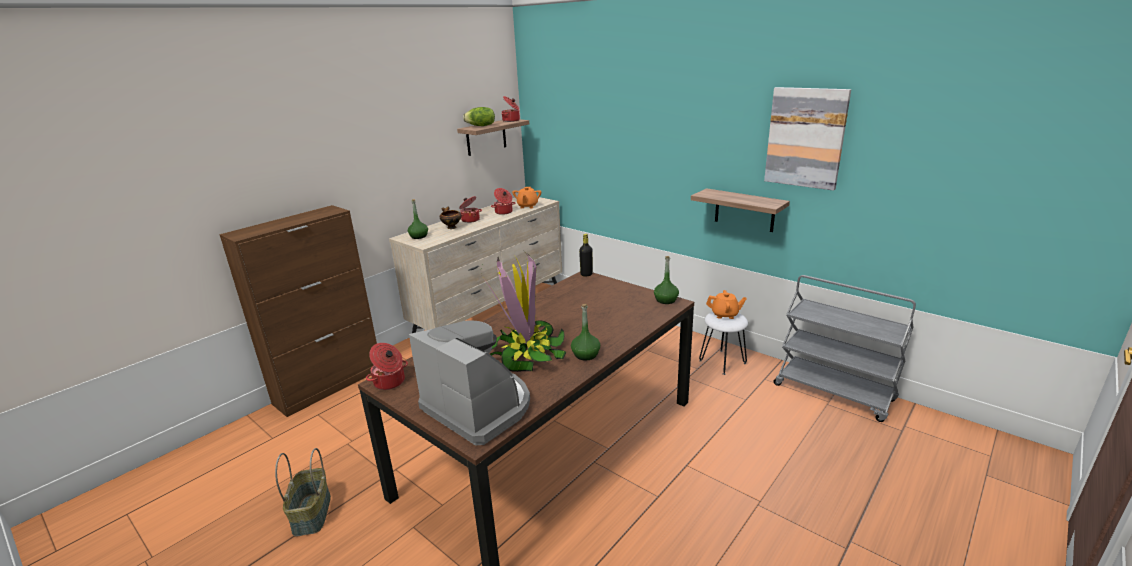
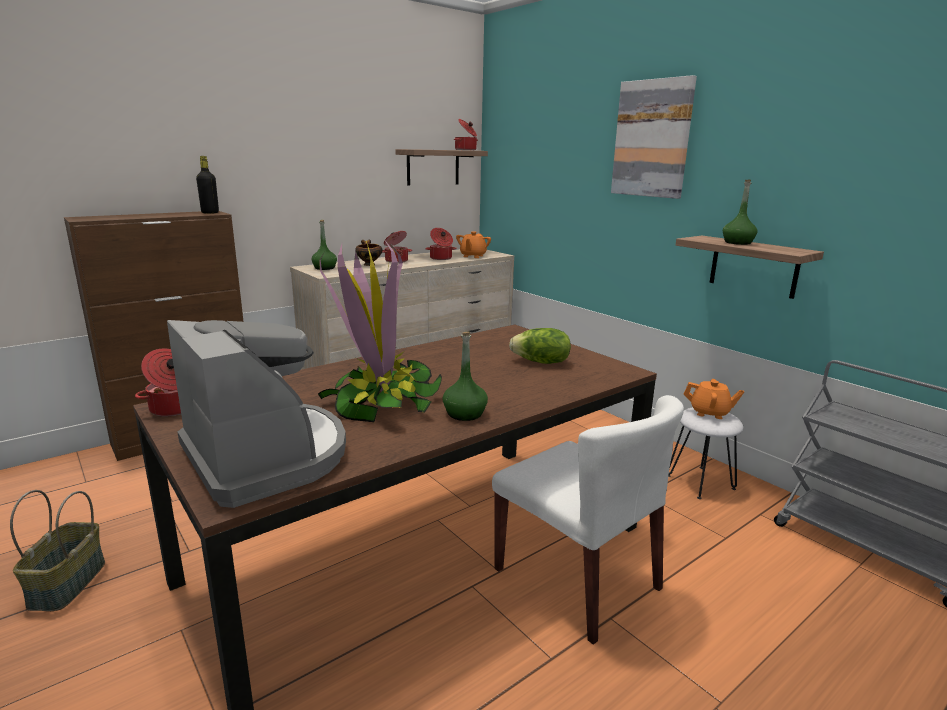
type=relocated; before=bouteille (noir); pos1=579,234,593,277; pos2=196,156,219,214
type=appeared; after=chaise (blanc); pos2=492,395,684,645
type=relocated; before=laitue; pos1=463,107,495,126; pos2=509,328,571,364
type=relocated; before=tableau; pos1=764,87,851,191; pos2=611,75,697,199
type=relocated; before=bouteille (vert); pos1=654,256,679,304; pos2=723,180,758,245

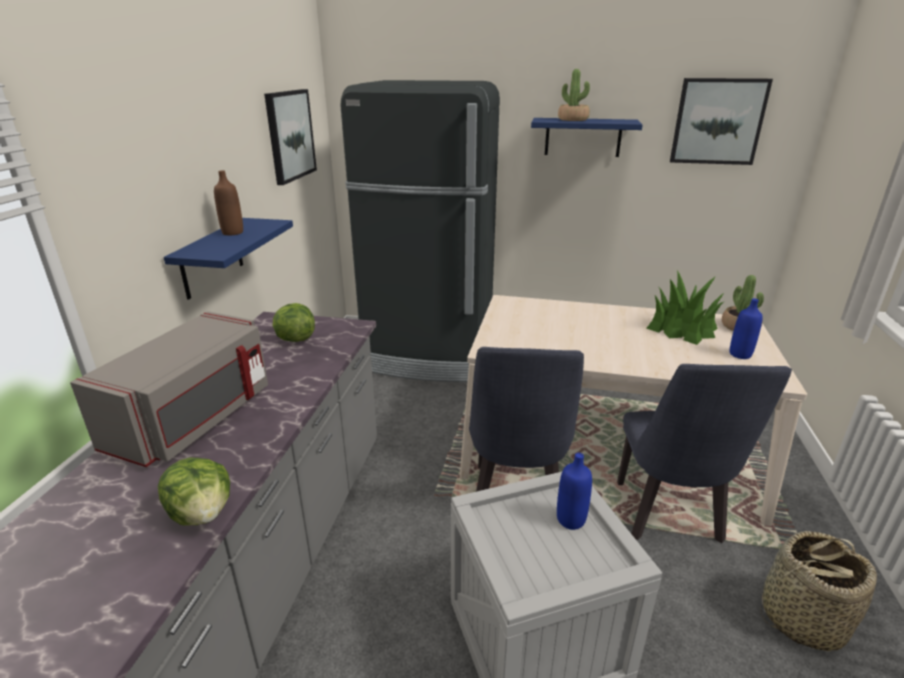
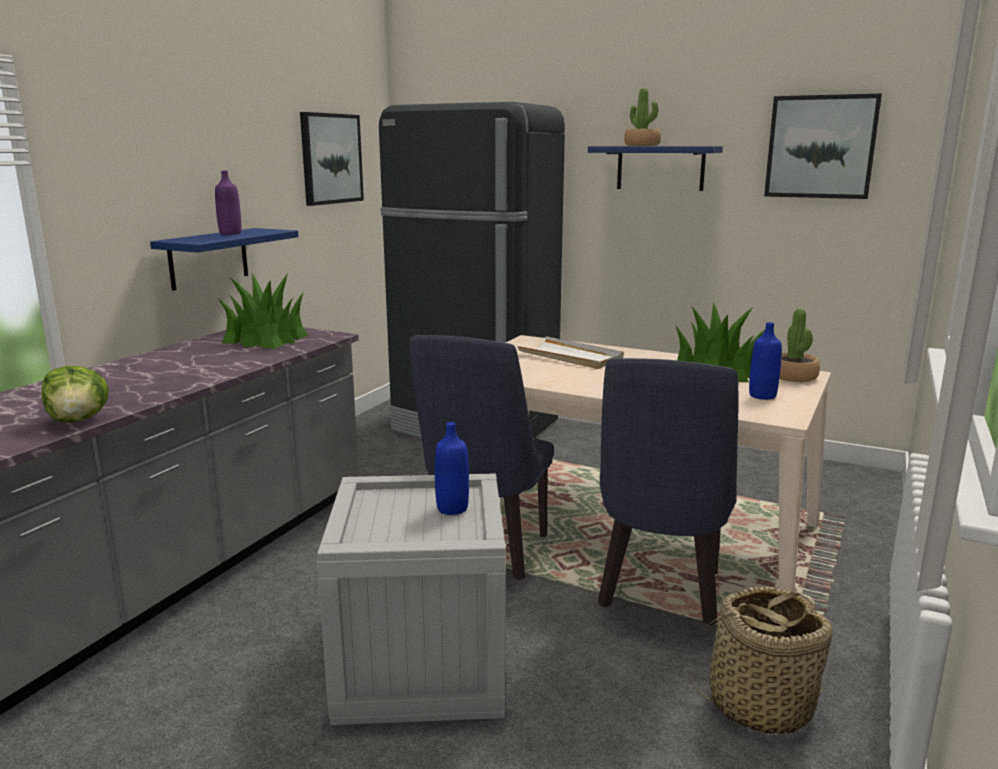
type=colour; before=bouteille (marron); after=bouteille (violet); pos1=214,170,243,235; pos2=215,171,241,235
type=exchanged; before=laitue; after=plante en pot; pos1=273,303,315,342; pos2=218,273,309,349
type=appeared; after=plateau (blanc); pos2=517,336,624,369
type=missing; before=micro-ondes (gris); pos1=70,311,268,467

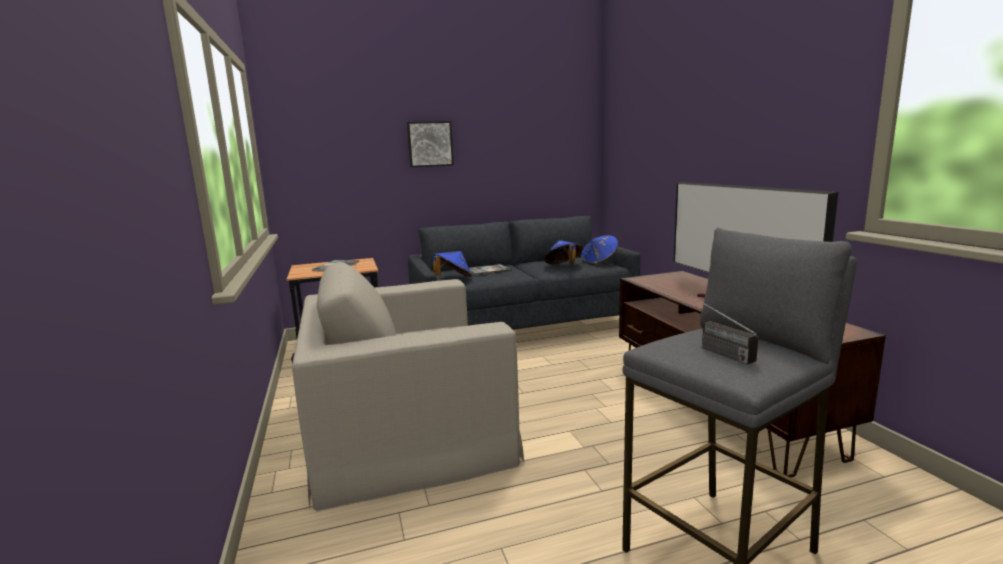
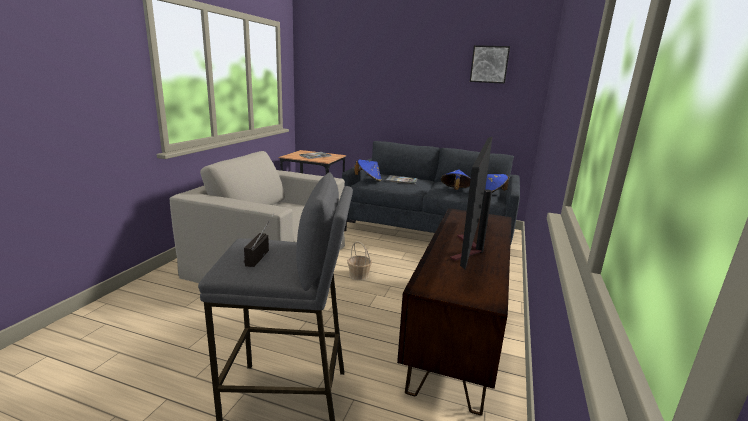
type=appeared; after=panier; pos2=347,241,372,280
type=relocated; before=tableau; pos1=407,121,454,167; pos2=470,45,510,84

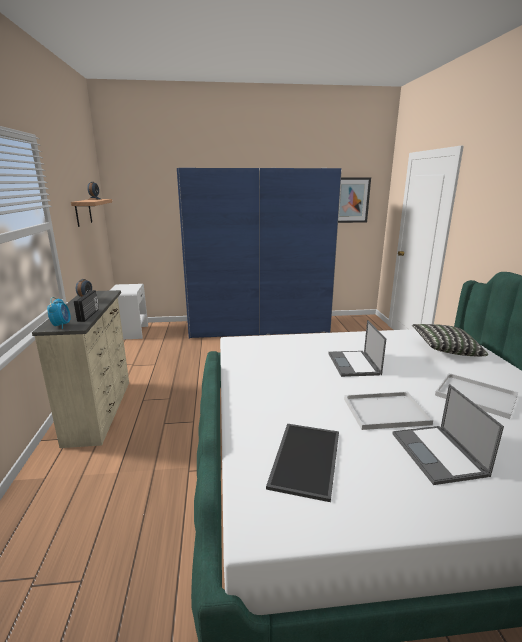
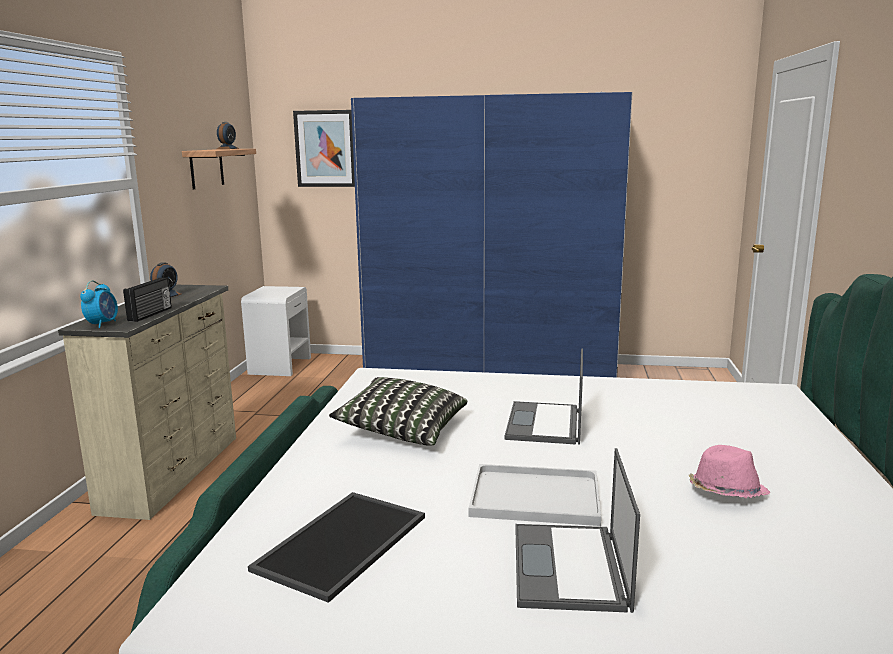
type=relocated; before=tableau; pos1=338,177,371,223; pos2=293,110,355,187
type=relocated; before=coussin; pos1=412,324,488,357; pos2=329,377,467,446
type=exchanged; before=plateau (blanc); after=chapeau (rose); pos1=435,373,518,419; pos2=688,445,770,498

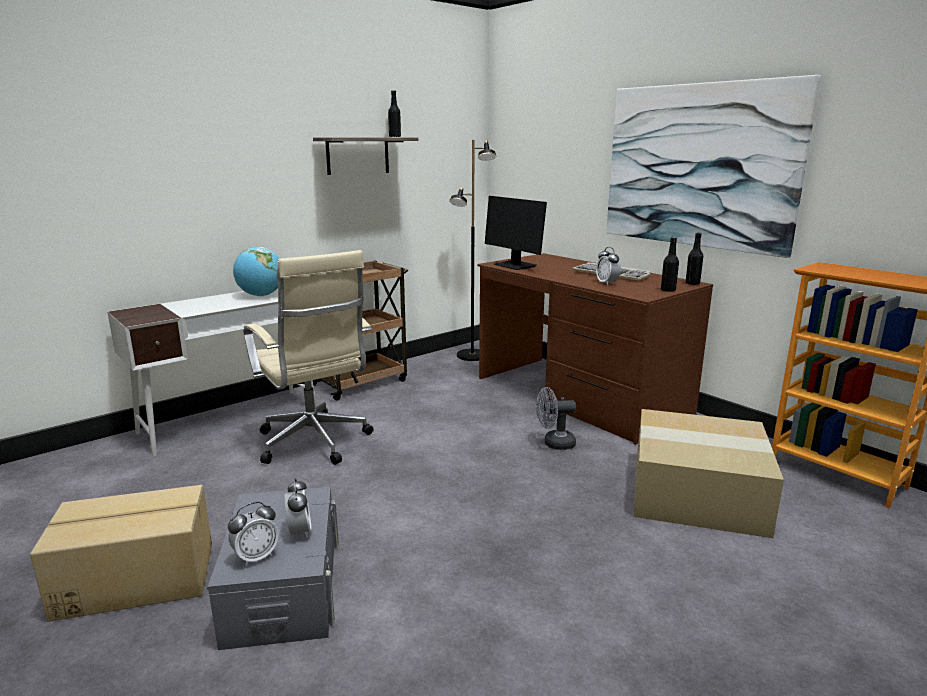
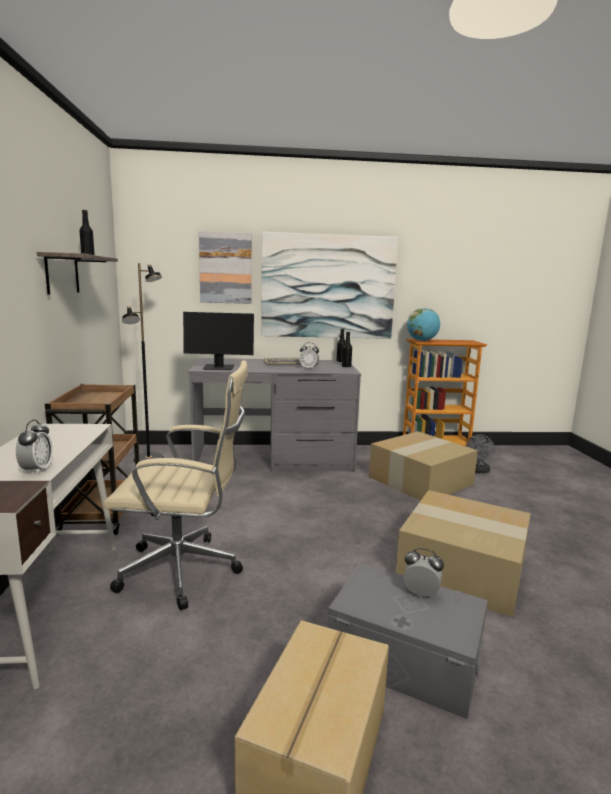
type=relocated; before=réveil; pos1=228,502,279,566; pos2=16,419,53,475
type=colour; before=bureau (marron); after=bureau (gris); pos1=477,253,713,445; pos2=188,358,361,472
type=appeared; after=tableau; pos2=199,231,252,304
type=appeared; after=carton; pos2=396,490,531,617
type=relocated; before=globe; pos1=233,247,280,296; pos2=407,308,440,341
type=relocated; before=ventilateur (gris); pos1=536,387,576,450; pos2=466,434,495,473

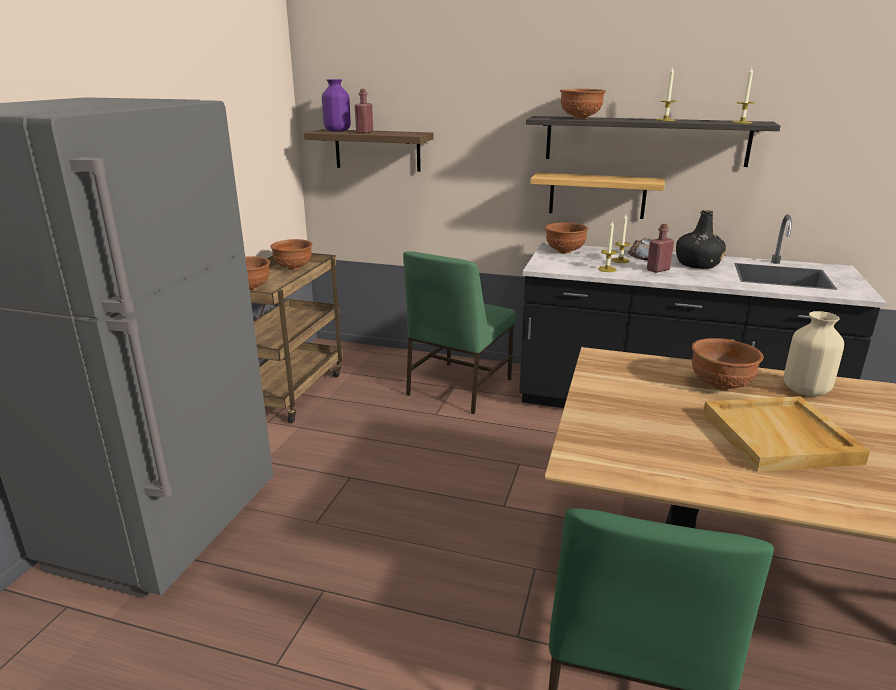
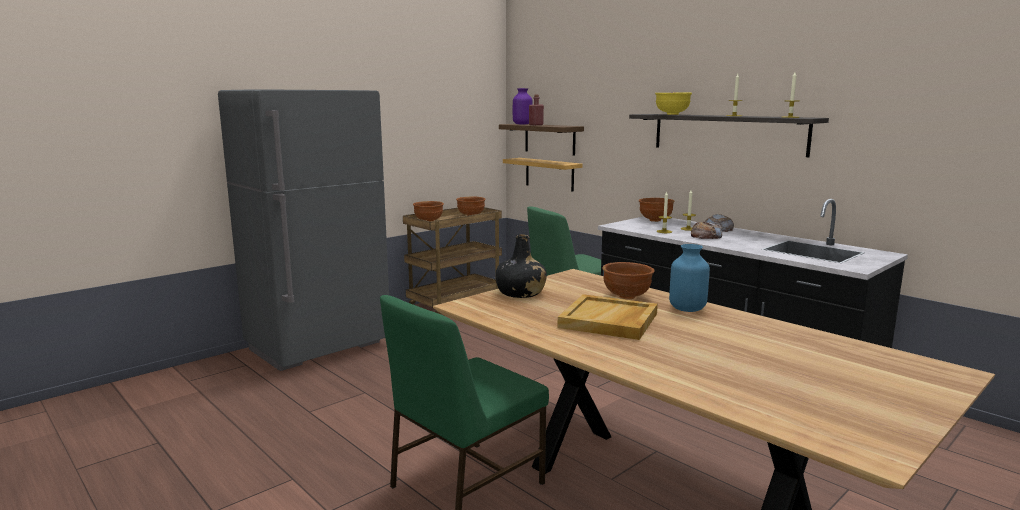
type=relocated; before=bouteille (noir); pos1=676,210,726,269; pos2=496,234,547,298
type=relocated; before=étagère; pos1=530,172,665,219; pos2=503,158,582,192
type=colour; before=bol (marron); after=bol (jaune); pos1=560,89,606,119; pos2=655,93,692,115
type=colour; before=vase (beige); after=vase (bleu); pos1=784,311,844,396; pos2=669,244,710,312
type=exchanged; before=bouteille (rouge); after=pain; pos1=647,224,674,273; pos2=691,221,722,239

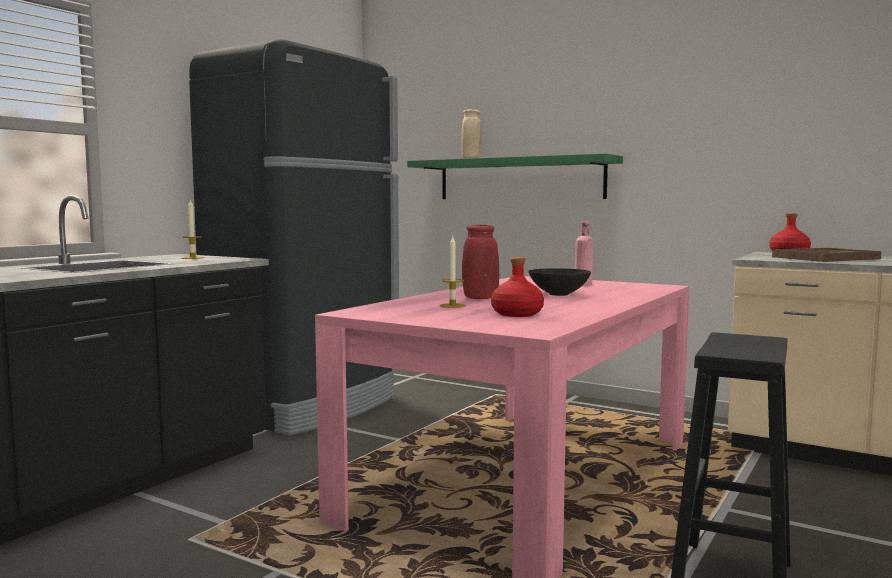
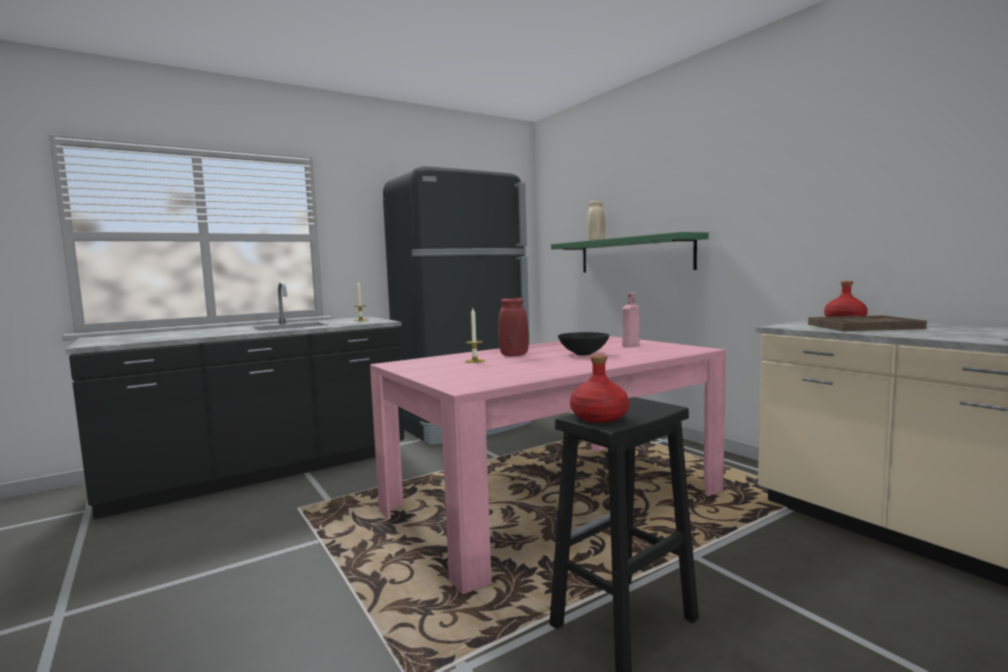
type=relocated; before=bouteille (rouge); pos1=491,257,544,317; pos2=570,354,629,423

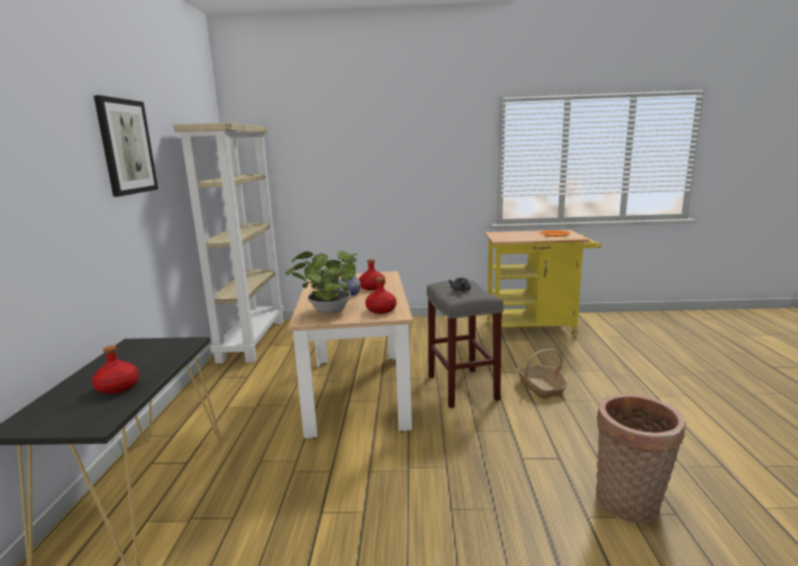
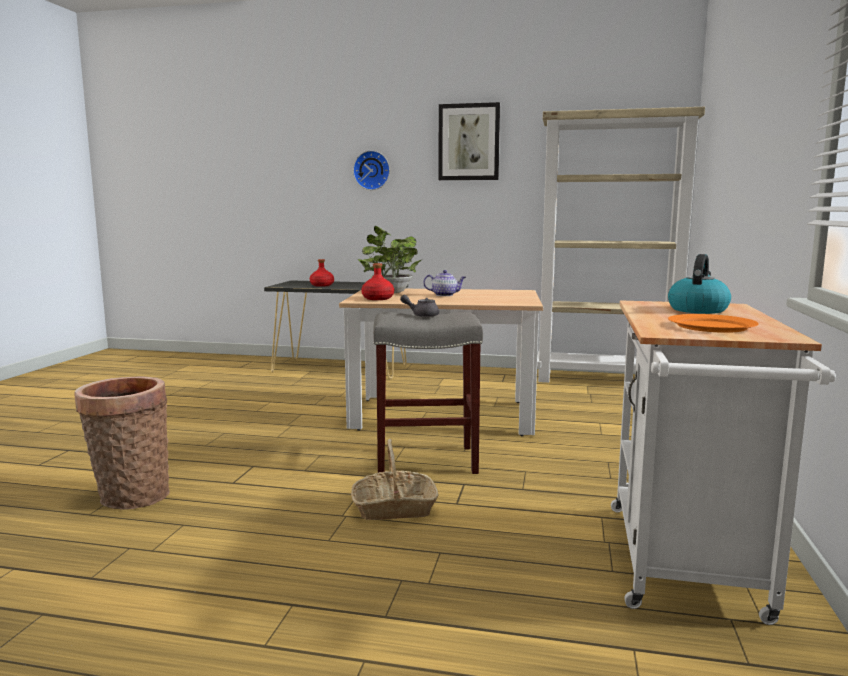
type=appeared; after=horloge murale; pos2=353,150,390,190
type=colour; before=chariot (jaune); after=chariot (blanc); pos1=485,230,601,337; pos2=611,300,836,625
type=appeared; after=bouilloire; pos2=668,254,731,314
type=missing; before=bouteille (rouge); pos1=359,259,385,290

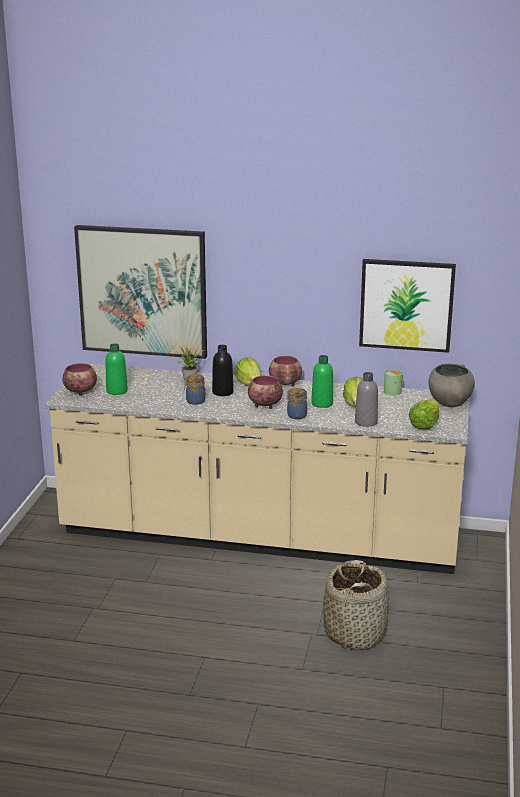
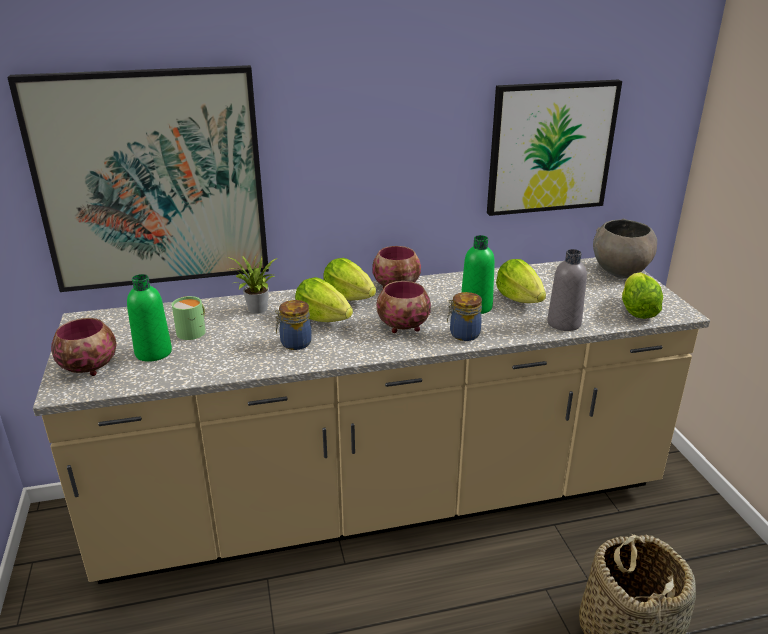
type=relocated; before=mug (vert); pos1=384,369,404,396; pos2=172,296,206,340
type=exchanged; before=bouteille (noir); after=laitue; pos1=212,345,234,396; pos2=295,277,353,322

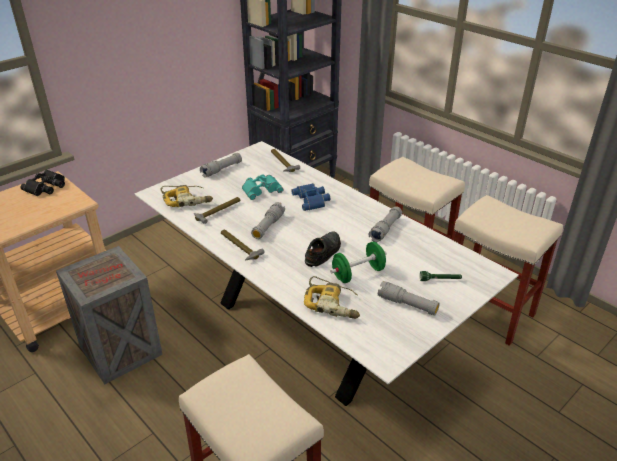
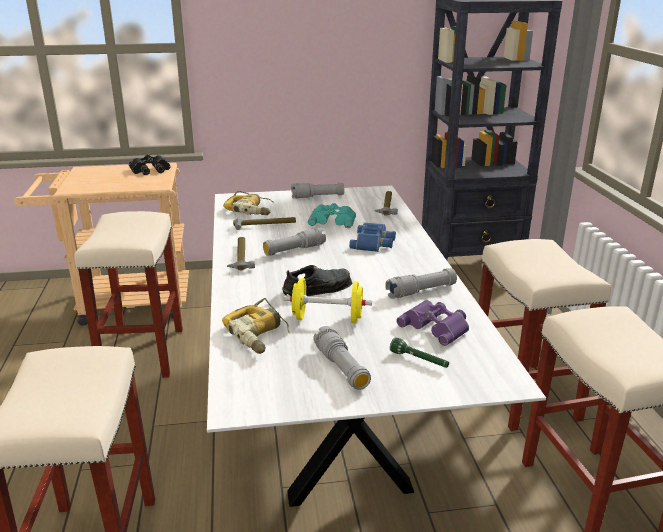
type=exchanged; before=caisse; after=tabouret (beige); pos1=56,246,163,385; pos2=75,211,183,378
type=colour; before=haltère (vert); after=haltère (jaune); pos1=330,242,387,283; pos2=284,278,372,323
type=appeared; after=jumelles (violet); pos2=396,300,469,346

